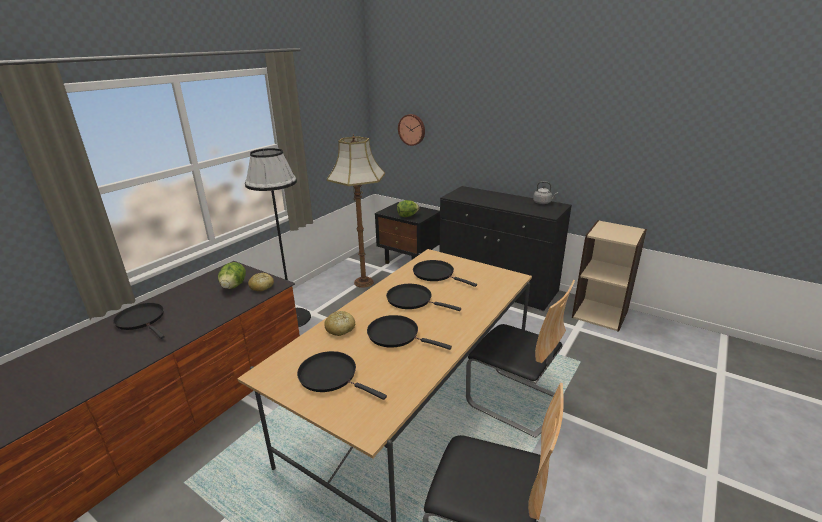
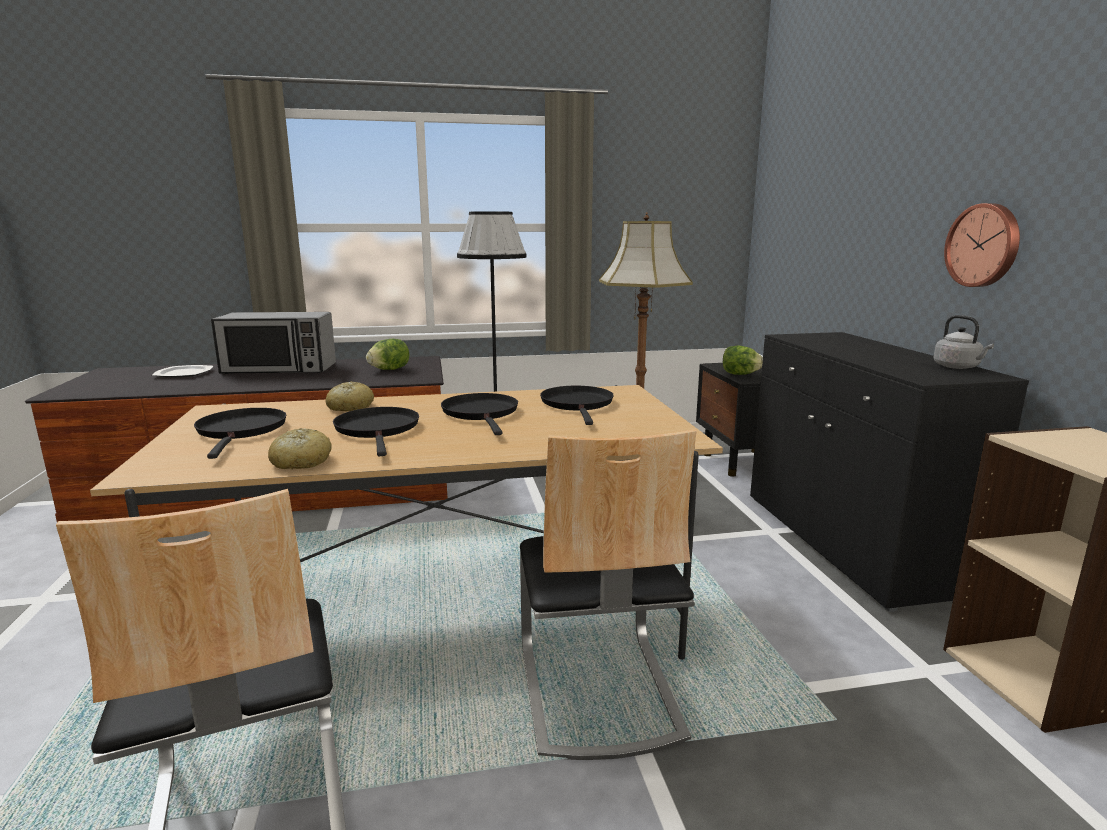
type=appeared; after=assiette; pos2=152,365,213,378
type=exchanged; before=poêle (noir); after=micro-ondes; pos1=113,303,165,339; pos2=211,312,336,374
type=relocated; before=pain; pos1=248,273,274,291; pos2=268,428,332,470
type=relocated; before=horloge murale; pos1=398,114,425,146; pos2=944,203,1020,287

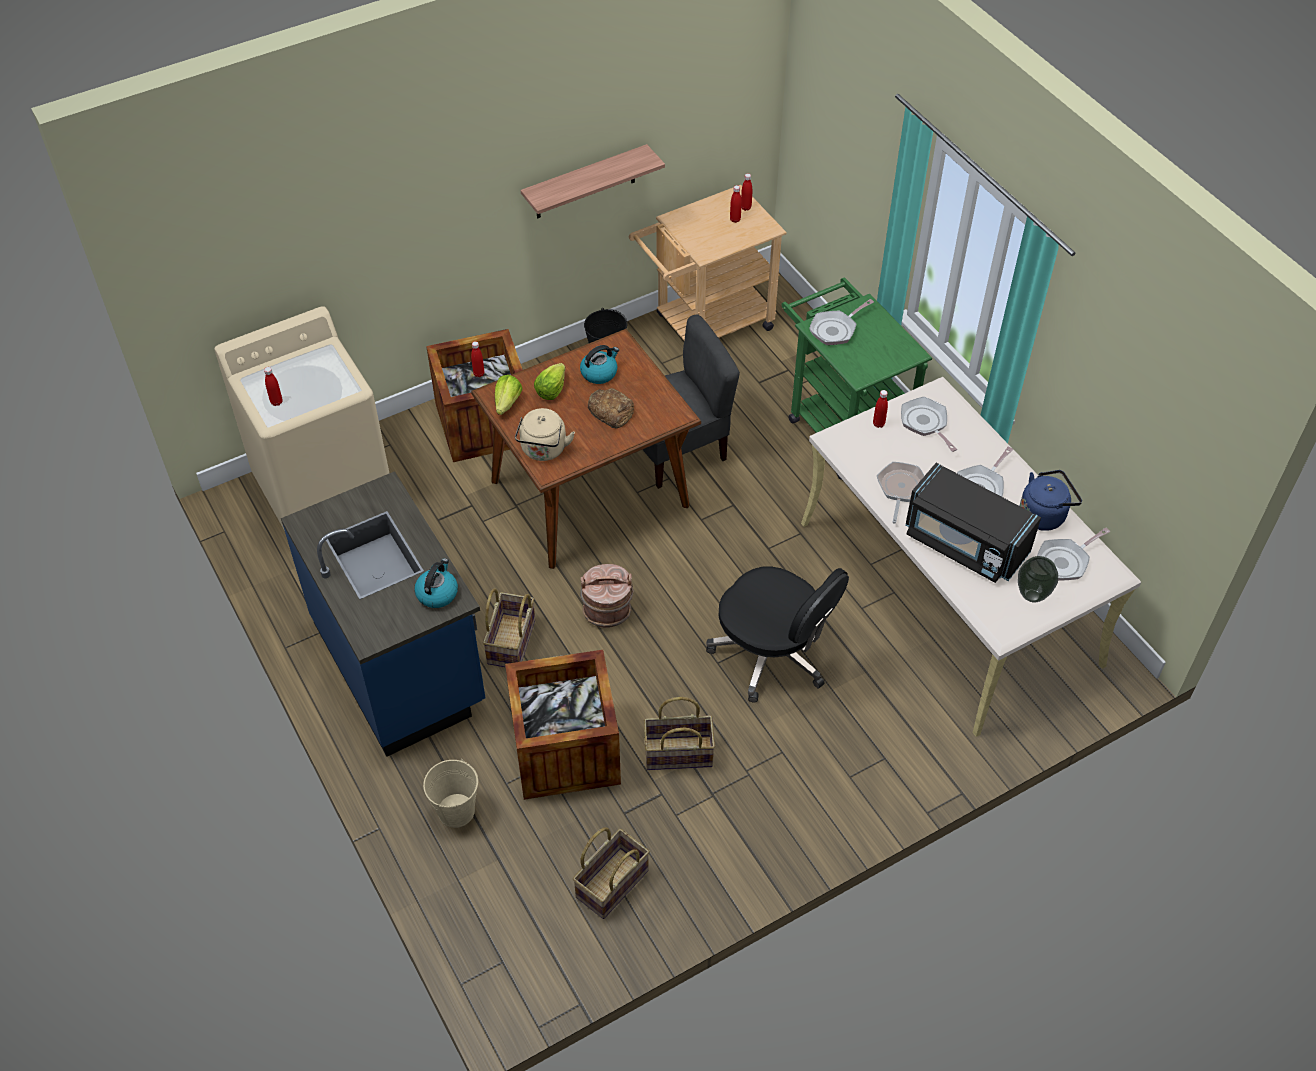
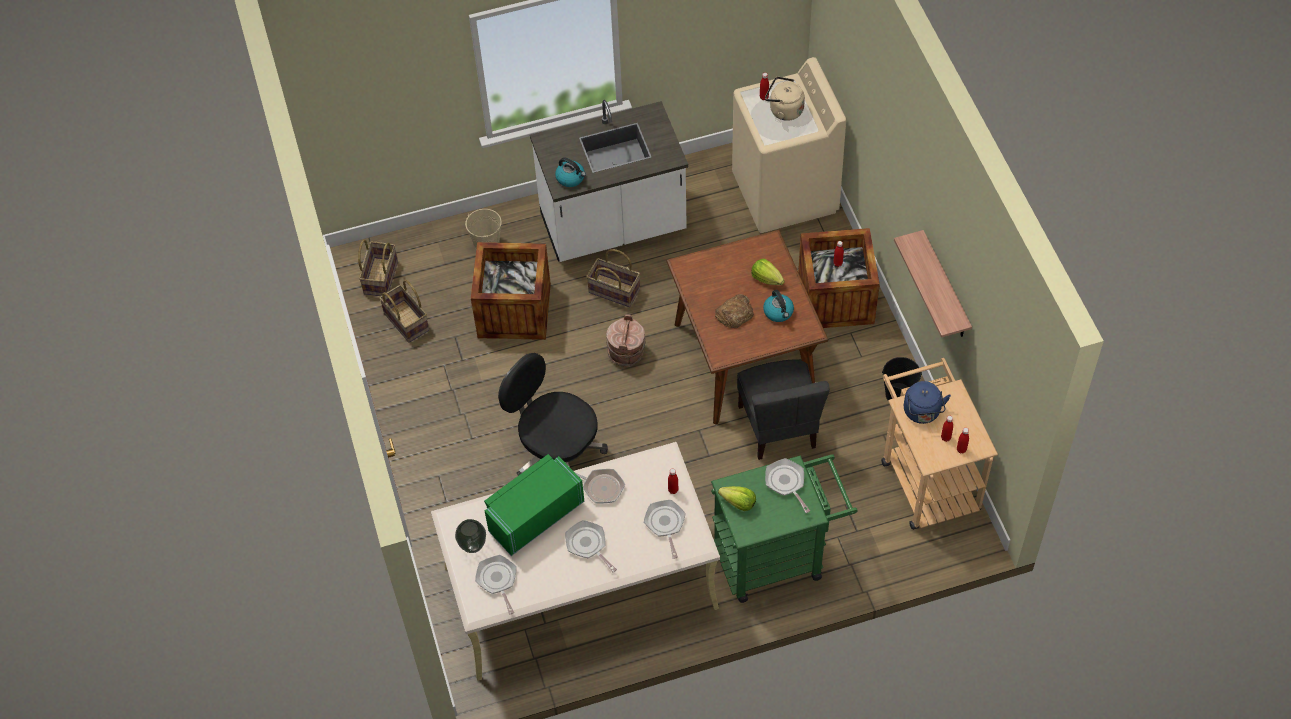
type=relocated; before=panier; pos1=644,697,715,770; pos2=358,240,398,296
type=colour; before=micro-ondes (noir); after=micro-ondes (vert); pos1=905,463,1041,583; pos2=484,454,585,556
type=spun; before=chaise de bureau (noir); pos1=706,566,849,702; pos2=498,353,608,476; turn=75
type=colour; before=comptoir de cuisine (bleu); after=comptoir de cuisine (blanc); pos1=281,471,485,757; pos2=530,100,688,262
type=spun; before=poêle; pos1=901,397,957,452; pos2=644,500,686,559; turn=-90
type=relocated; before=laitue; pos1=495,375,523,415; pos2=718,486,756,511
type=relocated; before=bouilloire (beige); pos1=515,408,575,461; pos2=765,76,805,121
type=relocated; before=bouilloire (bleu); pos1=1020,470,1082,531; pos2=904,381,951,424

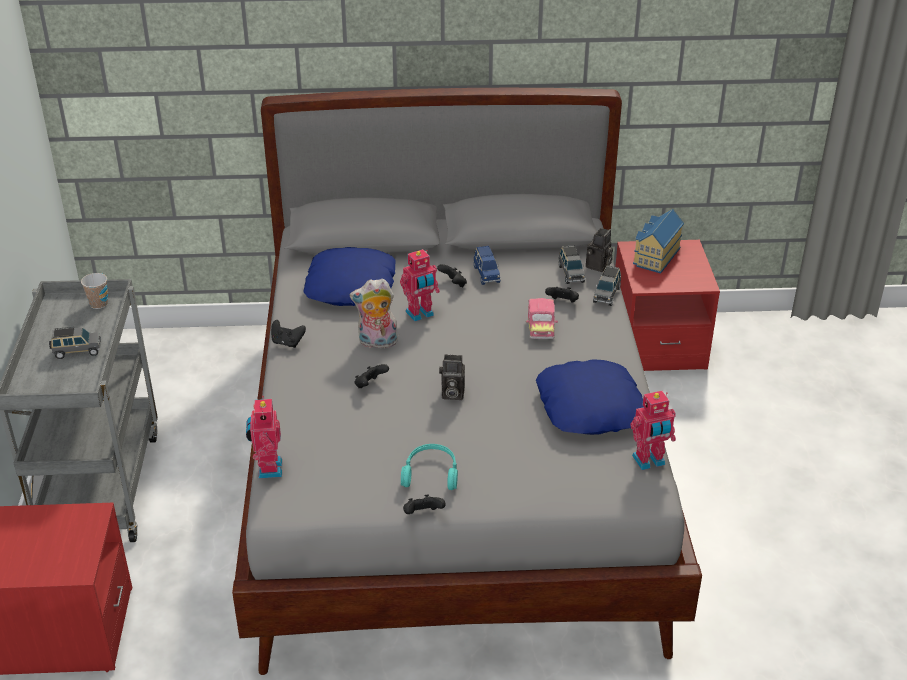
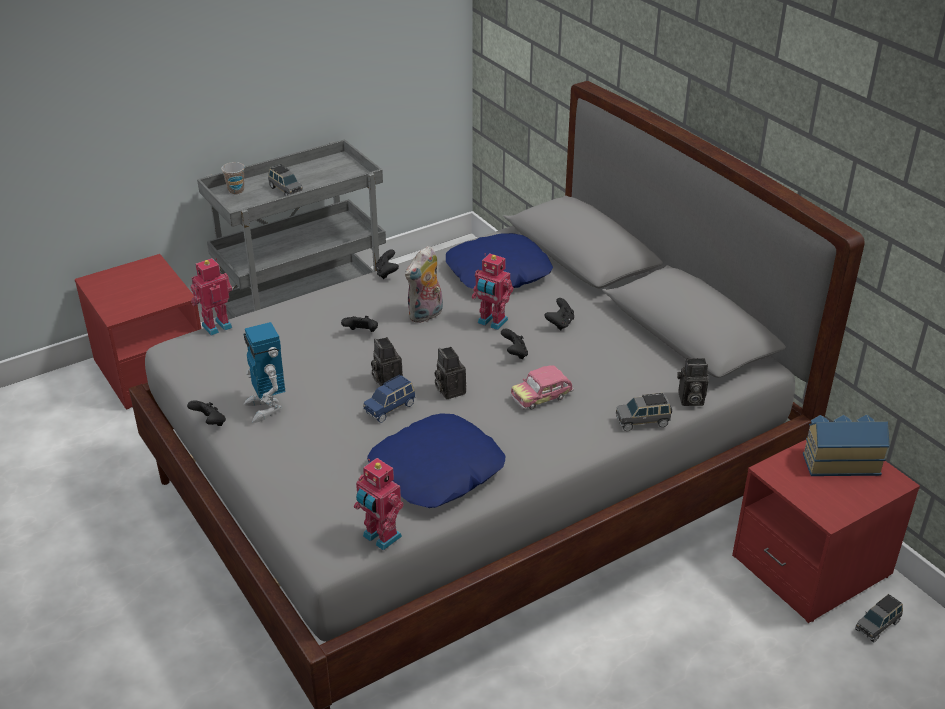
type=relocated; before=tasse; pos1=81,273,108,309; pos2=221,162,245,195
type=exchanged; before=casque audio (turquoise); after=robot jouet; pos1=401,444,458,490; pos2=244,322,285,423
type=relocated; before=petite voiture (bleu); pos1=474,246,500,285; pos2=363,375,415,423
type=spun; before=peluche; pos1=349,278,398,348; pos2=405,246,443,323; turn=-105
type=appeared; after=appareil photo; pos2=435,347,466,399
type=relocated; before=manette (noir); pos1=545,287,579,302; pos2=501,329,528,360
type=relocated; before=petite voiture (gris); pos1=559,245,585,284; pos2=855,594,903,643

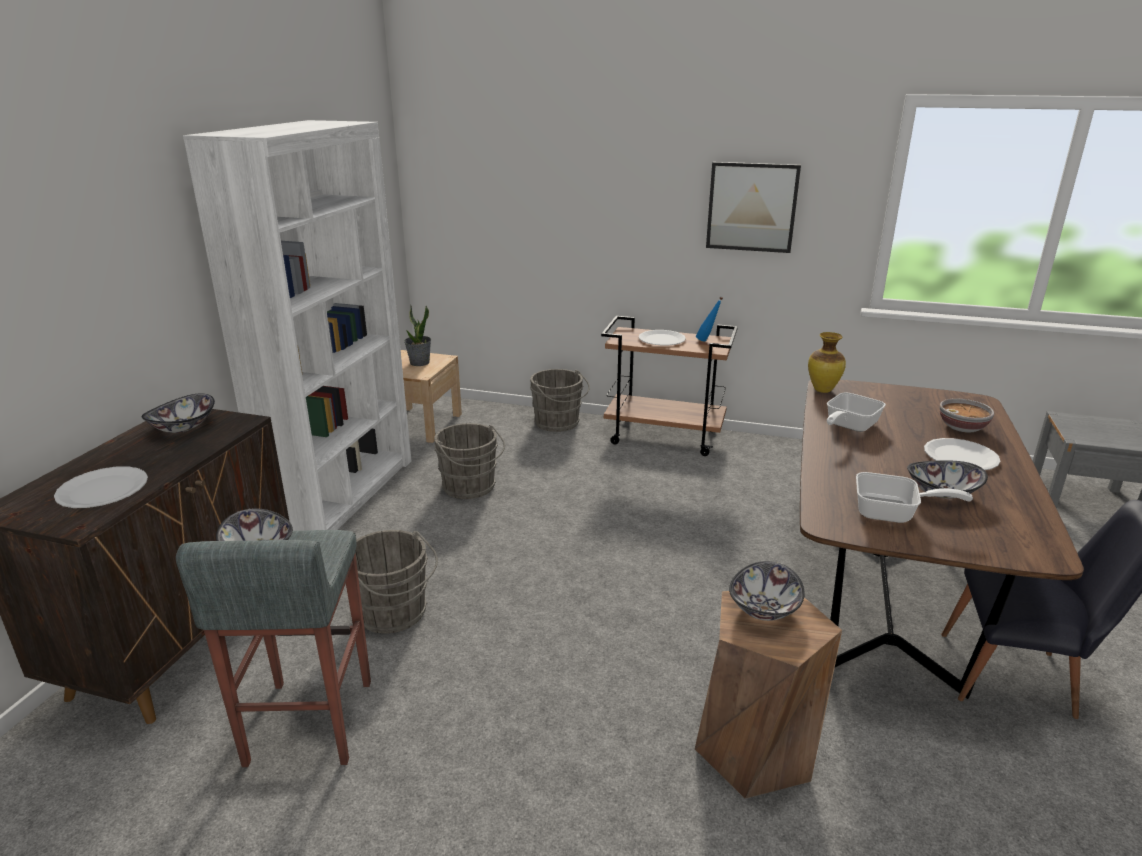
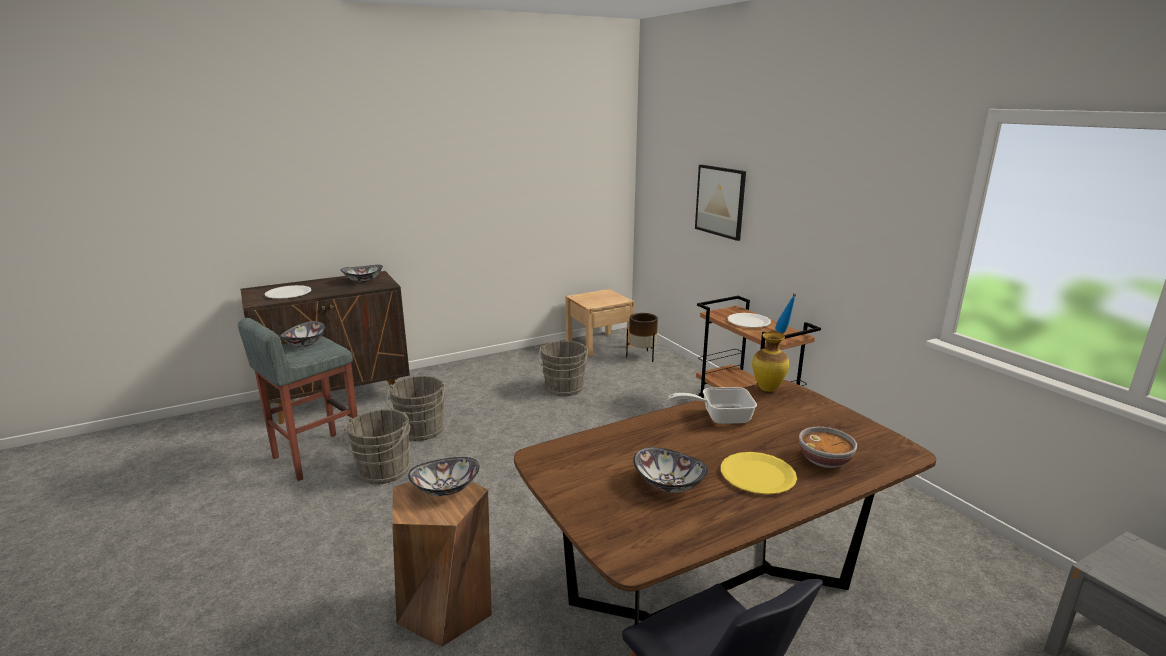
type=relocated; before=seau (gris); pos1=530,369,590,432; pos2=340,409,411,484
type=appeared; after=cache-pot (marron); pos2=626,313,658,362
type=relocated; before=tableau; pos1=706,162,801,253; pos2=695,165,746,241
type=colour; before=assiette (blanc); after=assiette (jaune); pos1=924,438,1000,470; pos2=721,452,797,495
type=missing; before=bibliothèque (blanc); pos1=183,120,412,531
type=missing; before=plante en pot; pos1=404,305,431,366
type=missing; before=poêle; pos1=856,472,973,523

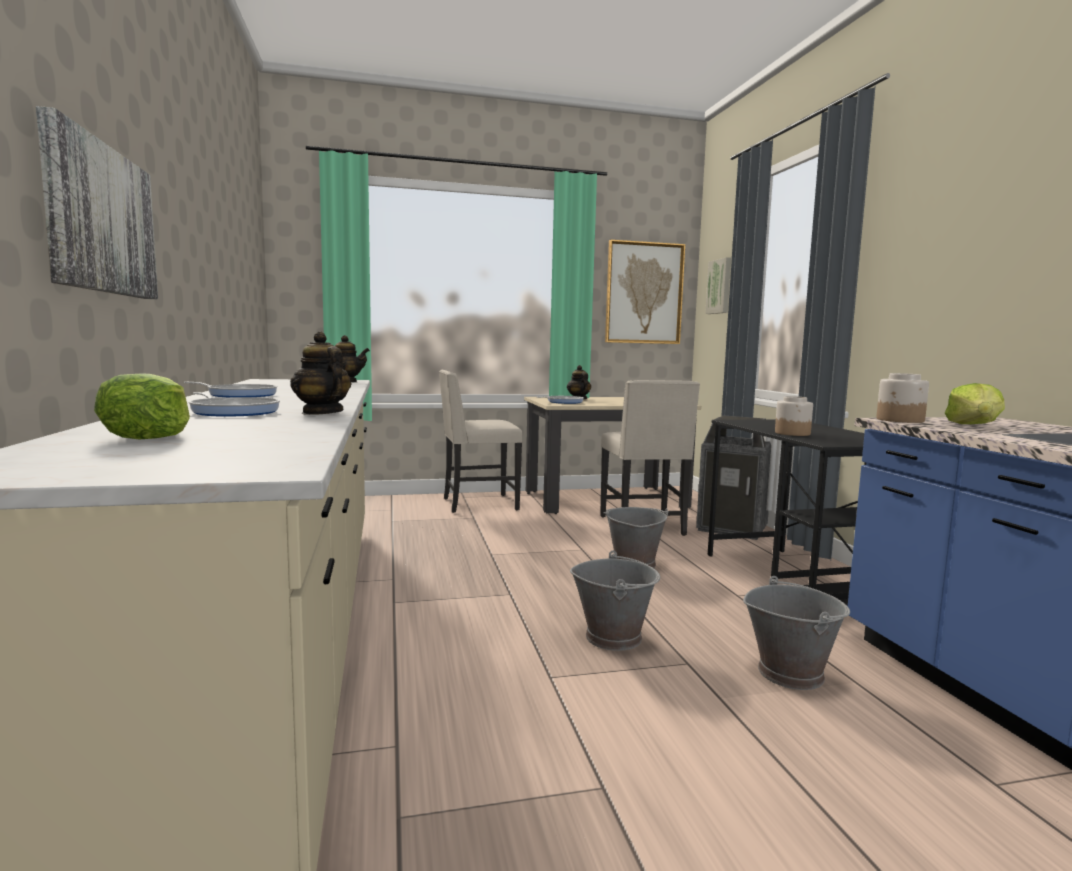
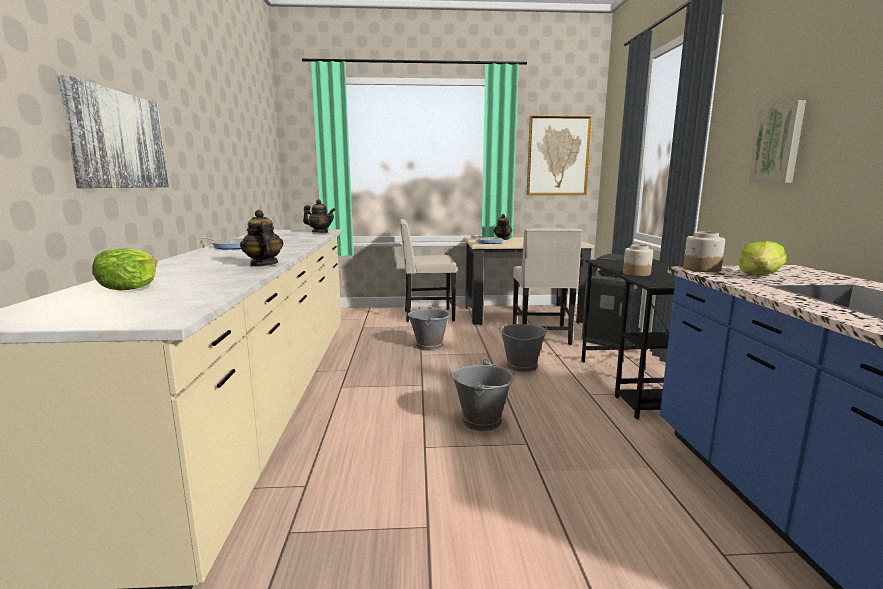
type=relocated; before=seau (gris); pos1=743,576,850,690; pos2=407,305,450,351
type=relocated; before=tableau; pos1=705,257,731,314; pos2=749,100,806,183
type=missing; before=poêle; pos1=189,392,280,417

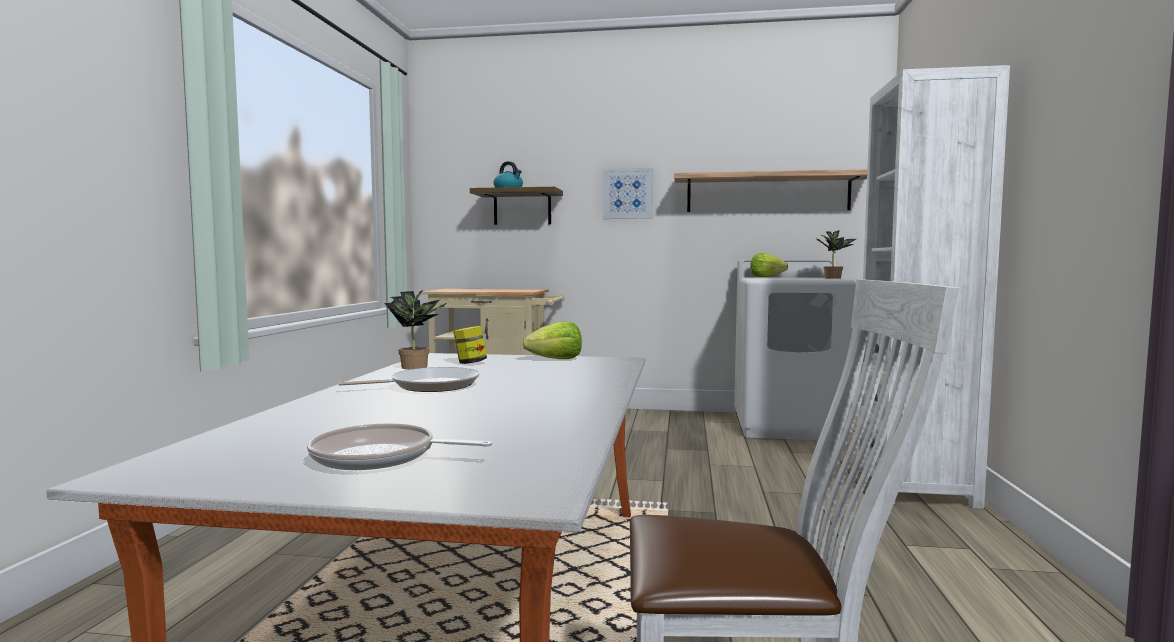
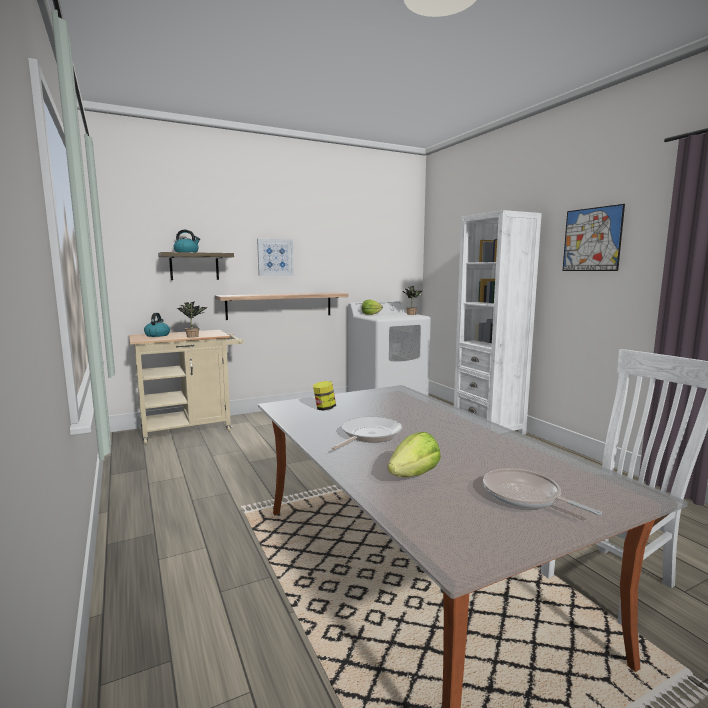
type=appeared; after=bouilloire; pos2=144,313,170,337
type=relocated; before=plante en pot; pos1=385,290,447,369; pos2=177,301,208,338
type=relocated; before=étagère; pos1=674,169,867,212; pos2=215,292,349,320
type=relocated; before=laitue; pos1=523,322,582,359; pos2=387,432,441,477
type=spun; before=poêle; pos1=307,423,492,470; pos2=483,468,602,516; turn=75
type=appeared; after=tableau; pos2=563,204,625,271

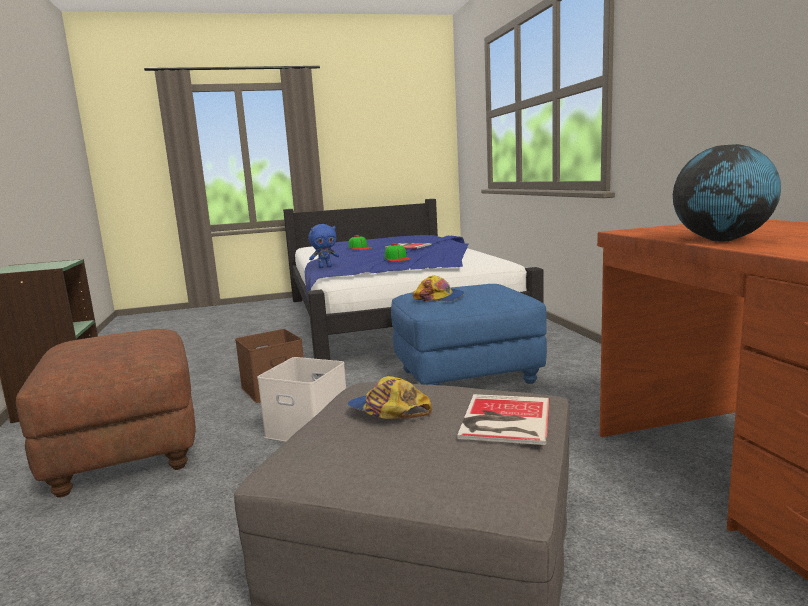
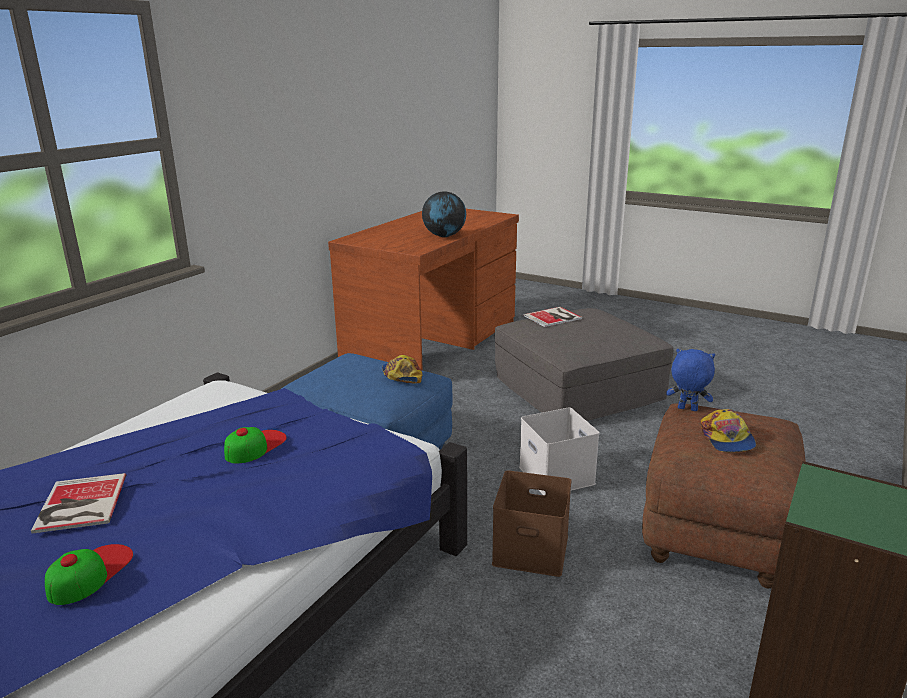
type=relocated; before=peluche (bleu); pos1=308,224,339,268; pos2=666,349,715,411
type=relocated; before=casquette; pos1=347,376,432,419; pos2=701,409,756,452

